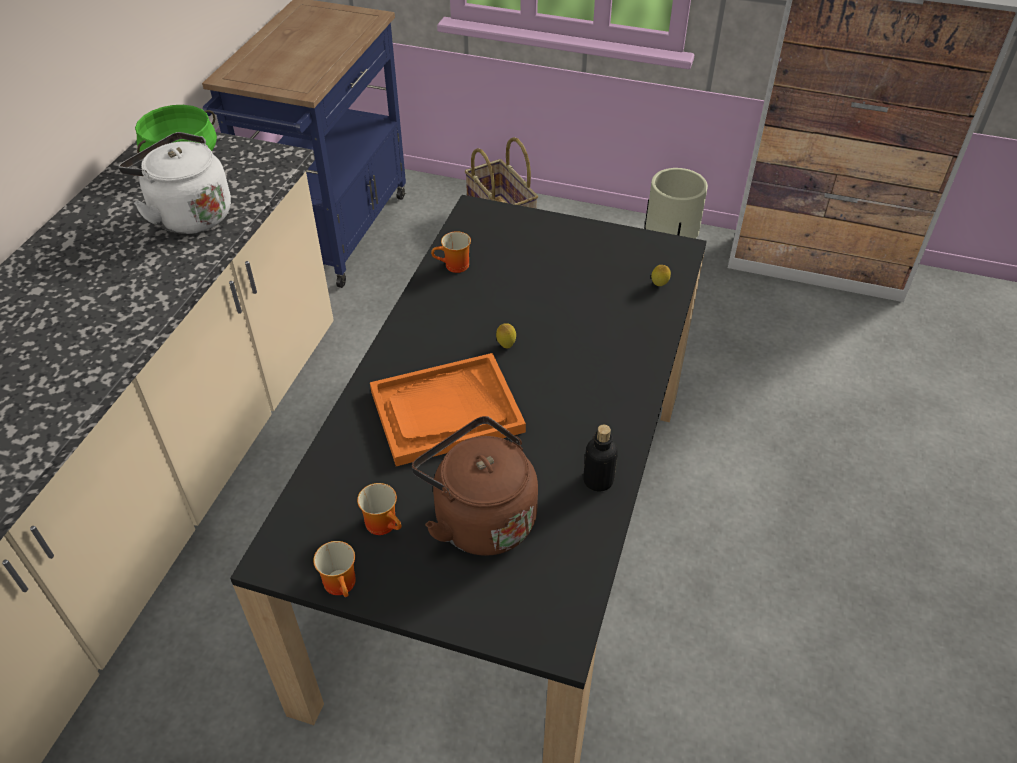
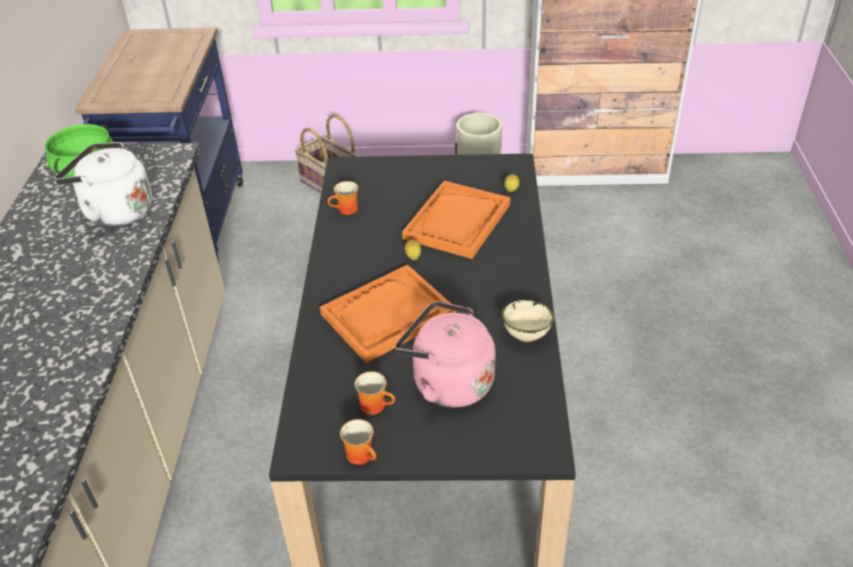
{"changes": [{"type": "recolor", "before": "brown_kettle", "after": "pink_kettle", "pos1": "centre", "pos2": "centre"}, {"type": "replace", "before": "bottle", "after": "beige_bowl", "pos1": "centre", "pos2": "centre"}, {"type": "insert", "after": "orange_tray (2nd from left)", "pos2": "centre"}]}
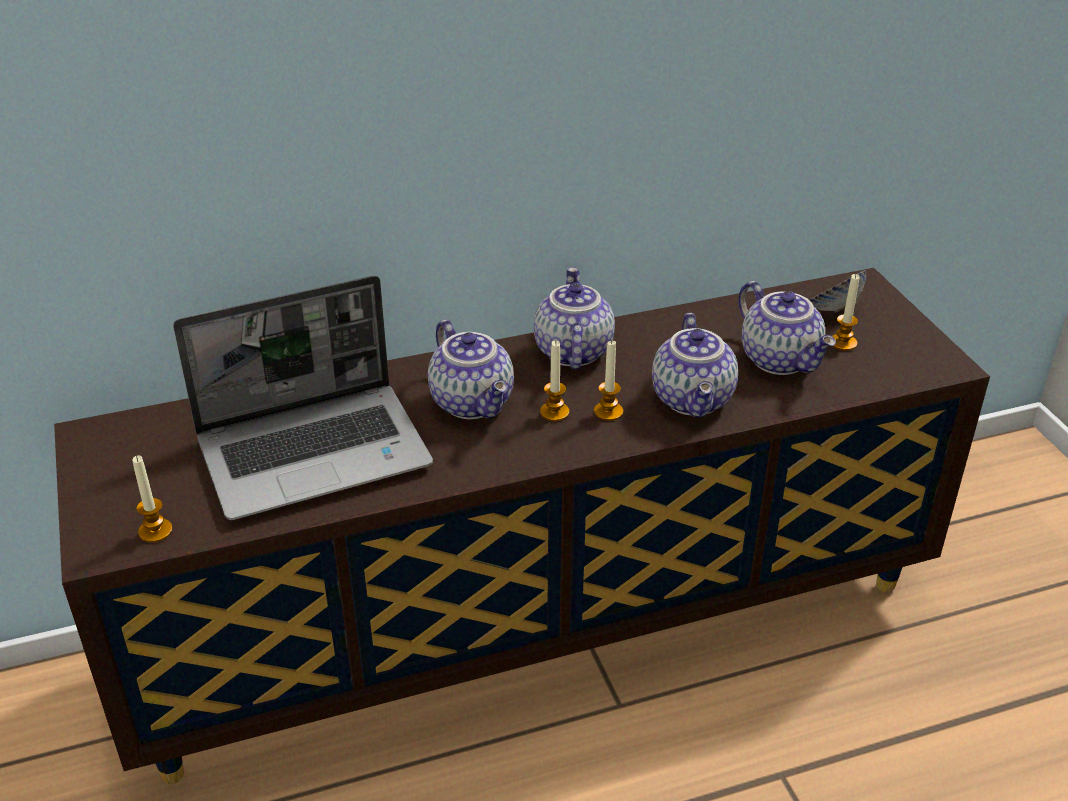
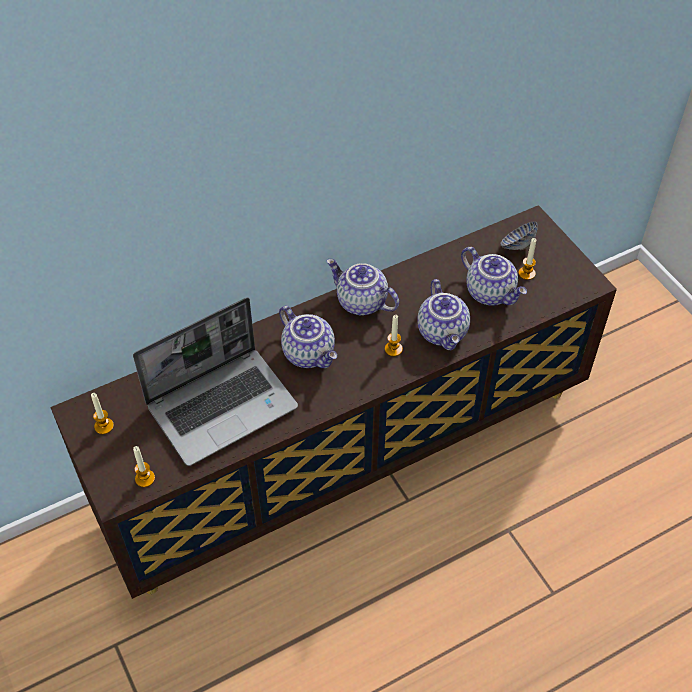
{"changes": [{"type": "rotate", "before": "teapot (2nd from left)", "pos1": "centre", "pos2": "centre", "turn": -45}, {"type": "move", "before": "candle (2nd from left in the first image)", "after": "candle (1st from left)", "pos1": "centre", "pos2": "middle left"}]}
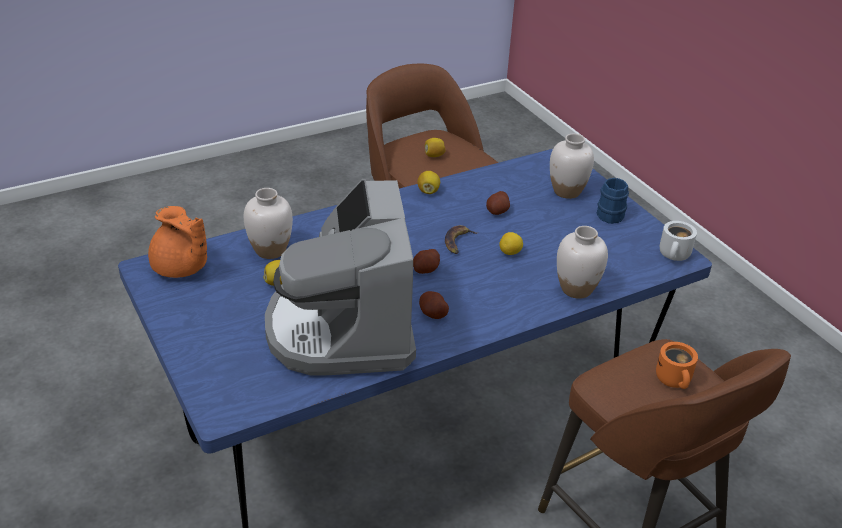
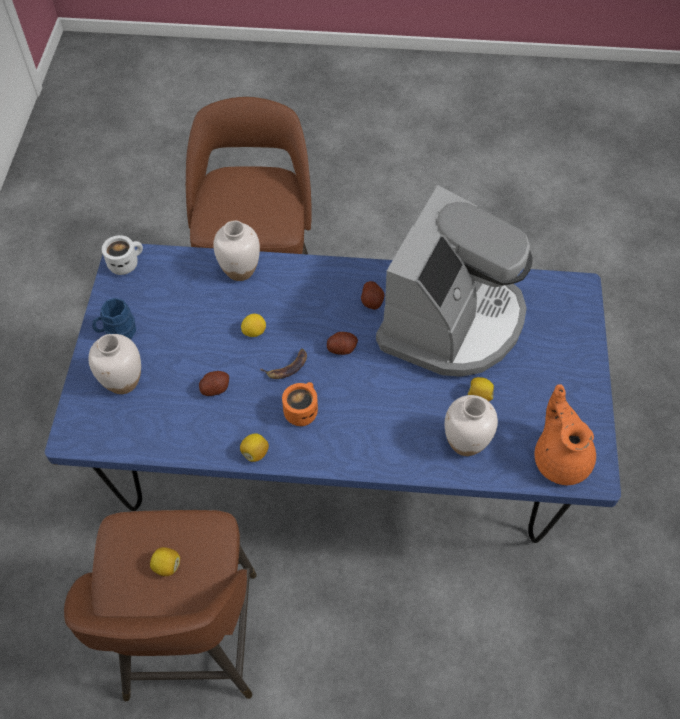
{"changes": [{"type": "move", "before": "orange_mug", "pos1": "bottom right", "pos2": "centre"}]}
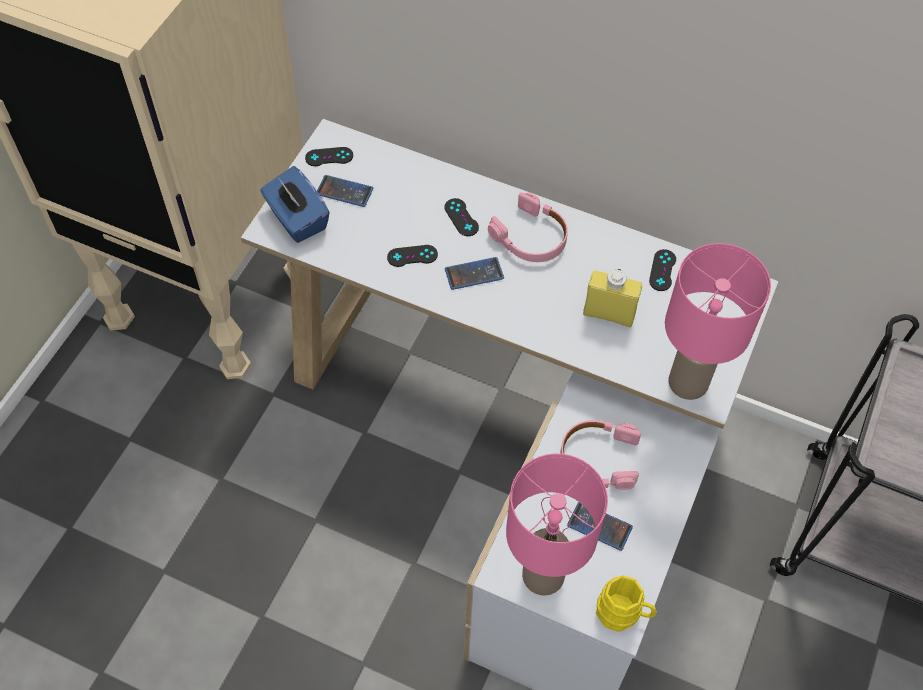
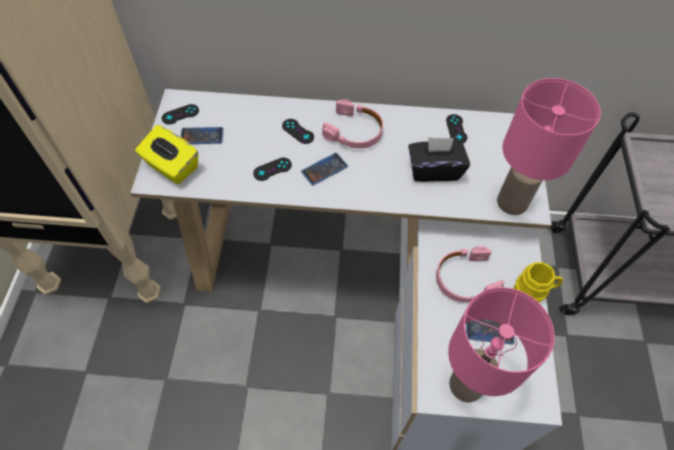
{"changes": [{"type": "recolor", "before": "blue_tissue_box", "after": "yellow_tissue_box", "pos1": "top left", "pos2": "middle left"}, {"type": "replace", "before": "yellow_bottle", "after": "black_tissue_box", "pos1": "centre", "pos2": "centre"}, {"type": "move", "before": "yellow_mug", "pos1": "bottom right", "pos2": "middle right"}]}
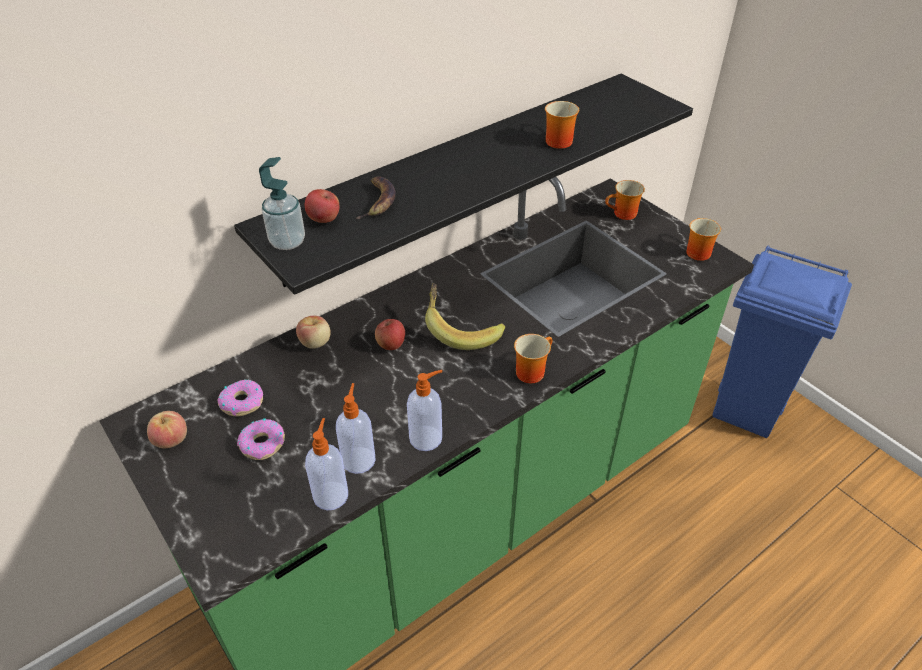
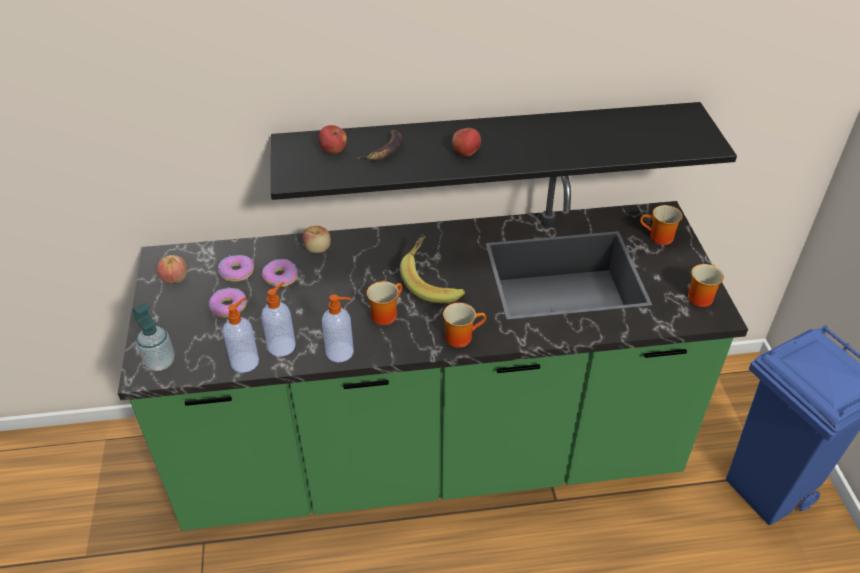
{"changes": [{"type": "move", "before": "soap_dispenser (1st from left)", "pos1": "top left", "pos2": "middle left"}, {"type": "move", "before": "apple (4th from left)", "pos1": "centre", "pos2": "top centre"}, {"type": "move", "before": "mug (2nd from left in the first image)", "after": "mug (1st from left)", "pos1": "top centre", "pos2": "centre"}, {"type": "insert", "after": "donut (3rd from left)", "pos2": "middle left"}]}
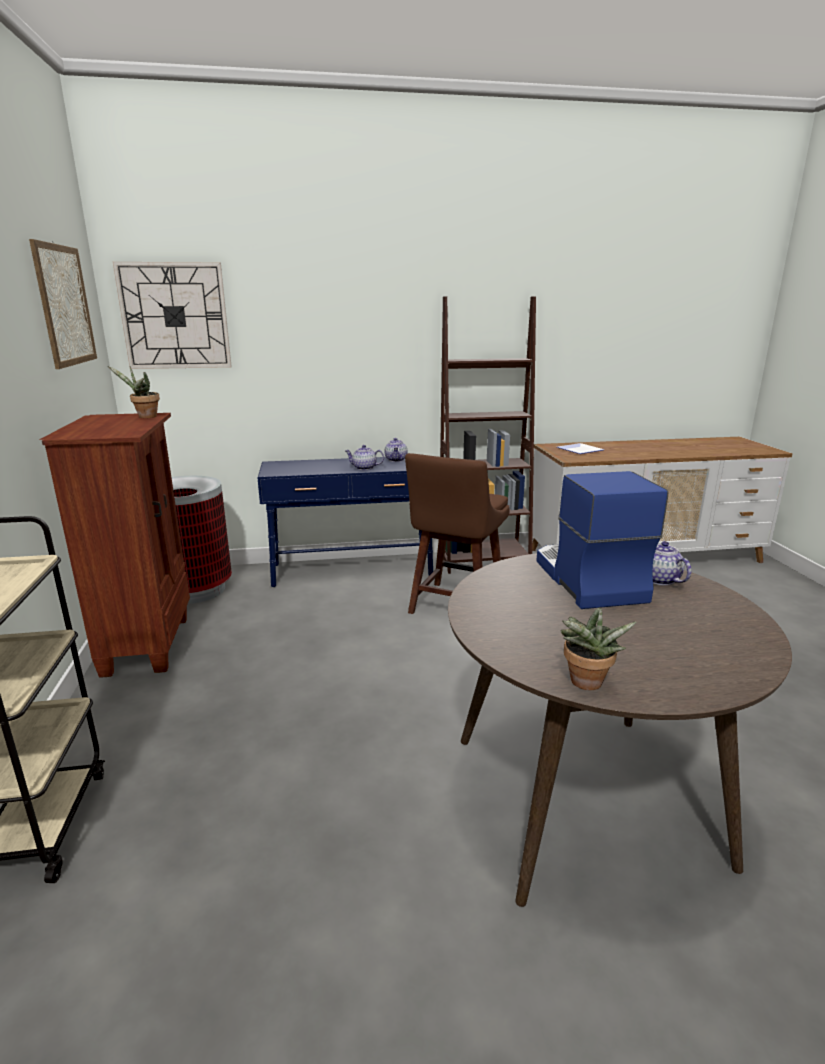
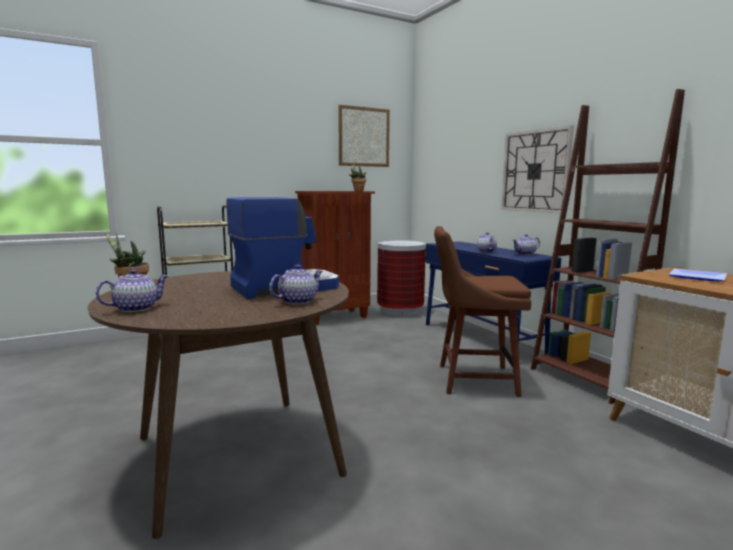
{"changes": [{"type": "move", "before": "wall_clock", "pos1": "top left", "pos2": "top right"}, {"type": "insert", "after": "teapot (1st from left)", "pos2": "middle left"}]}
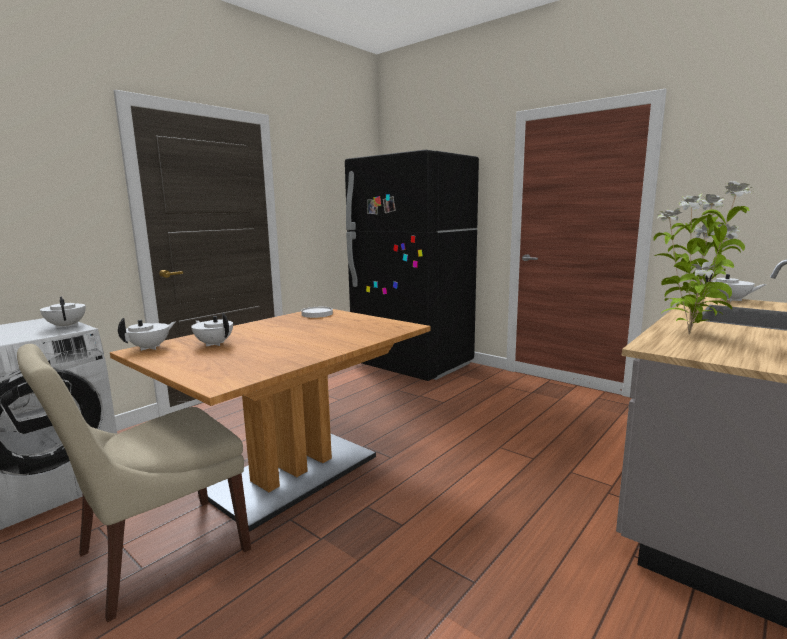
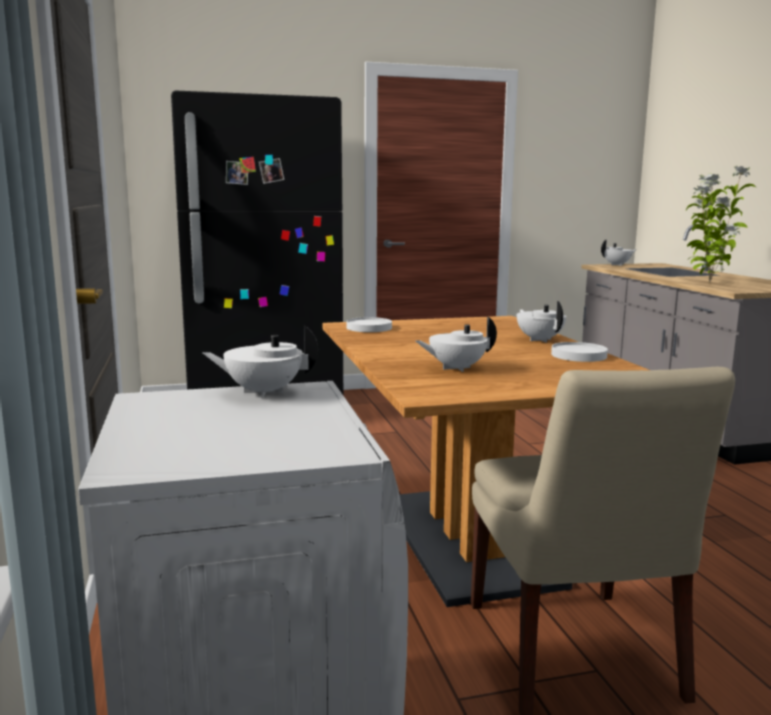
{"changes": [{"type": "move", "before": "white_teapot (2nd from left in the first image)", "after": "white_teapot (3rd from left)", "pos1": "middle left", "pos2": "middle right"}, {"type": "insert", "after": "white_plate (2nd from left)", "pos2": "middle right"}]}
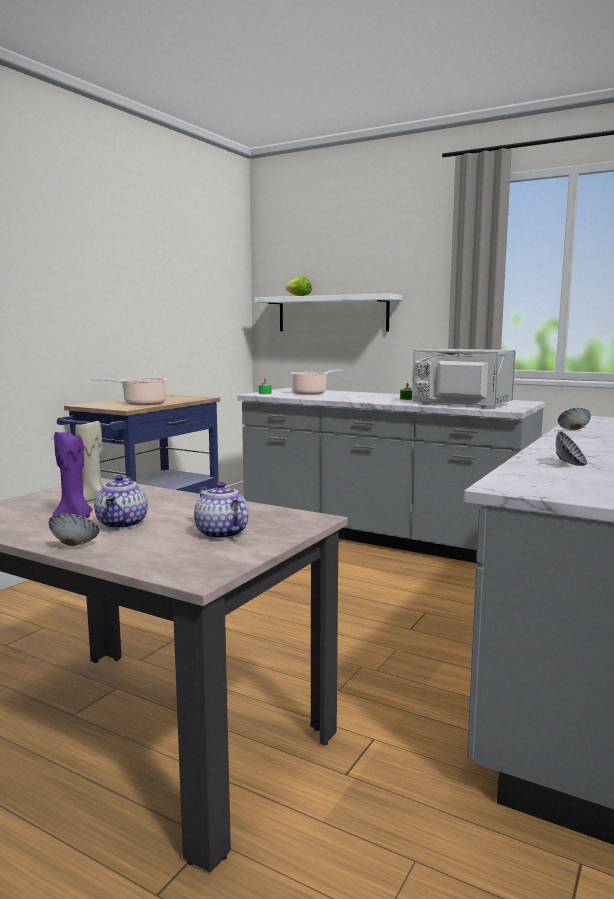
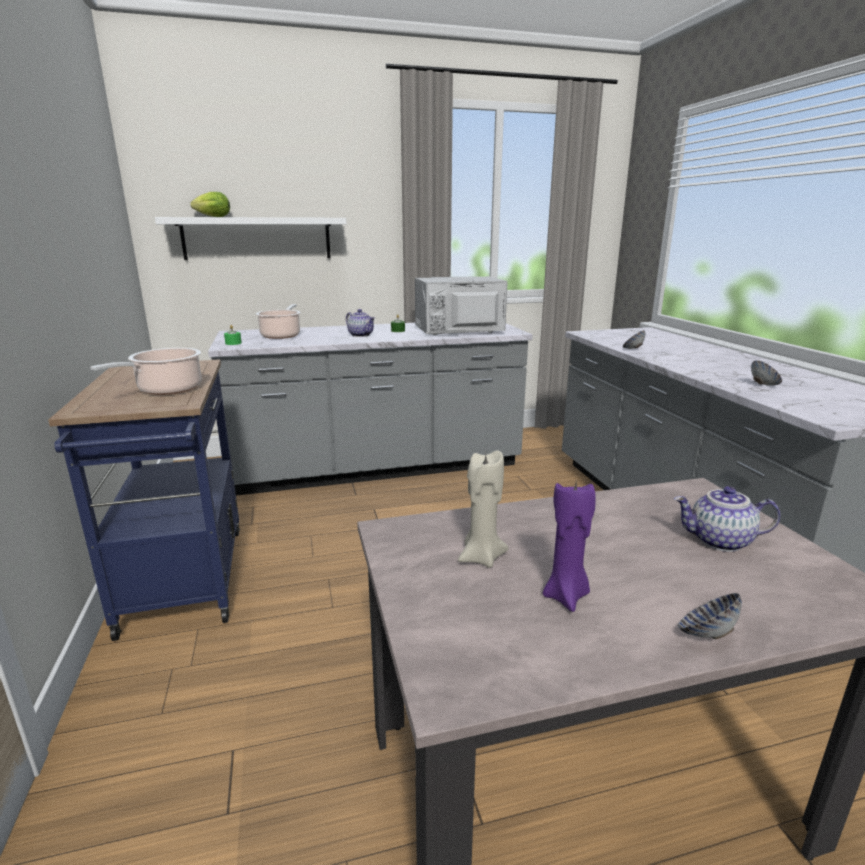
{"changes": [{"type": "move", "before": "teapot (1st from left)", "pos1": "middle left", "pos2": "centre"}]}
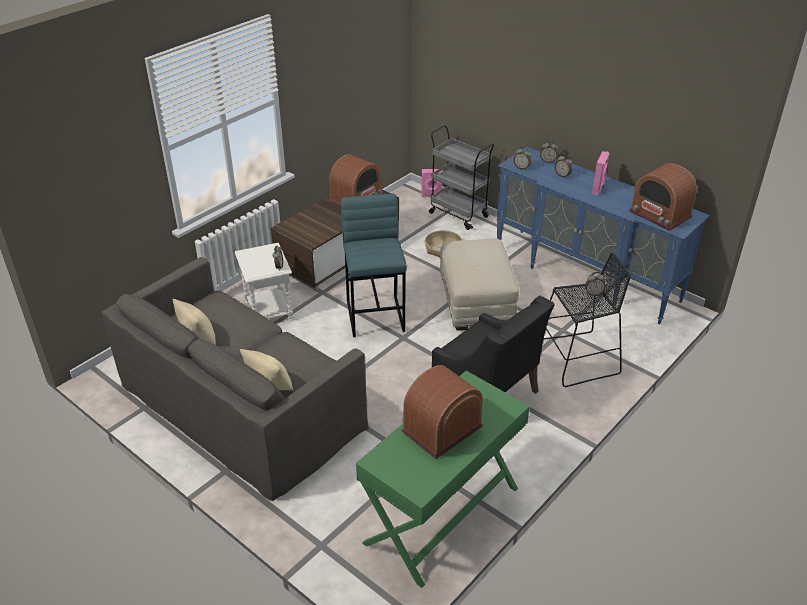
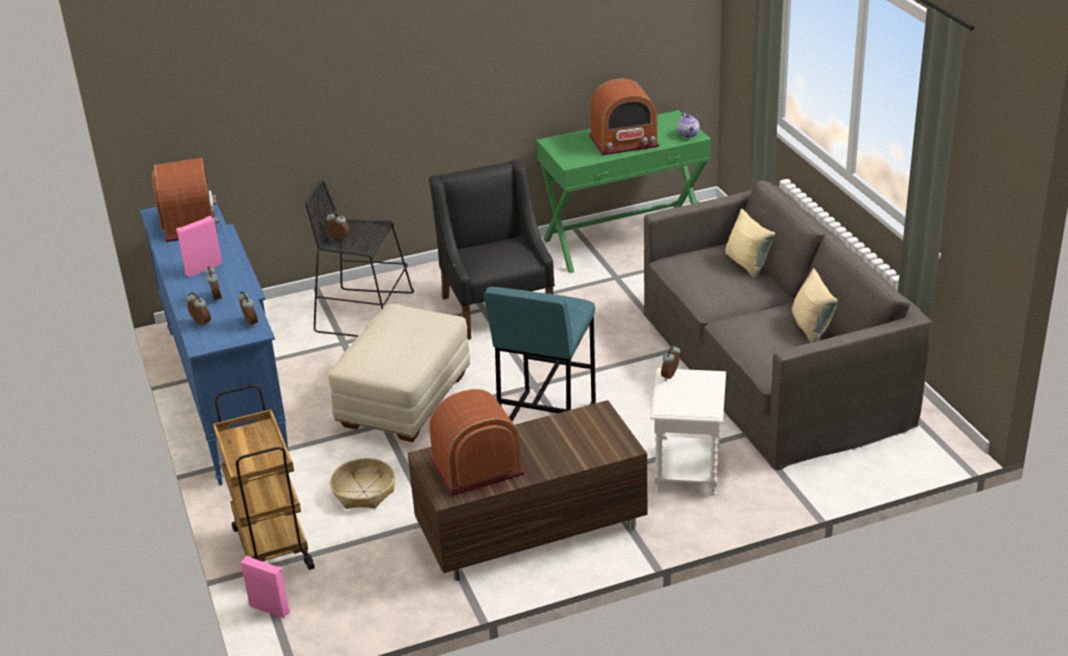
{"changes": [{"type": "recolor", "before": "grey_cart", "after": "brown_cart", "pos1": "top centre", "pos2": "bottom left"}, {"type": "insert", "after": "teapot", "pos2": "top centre"}]}
